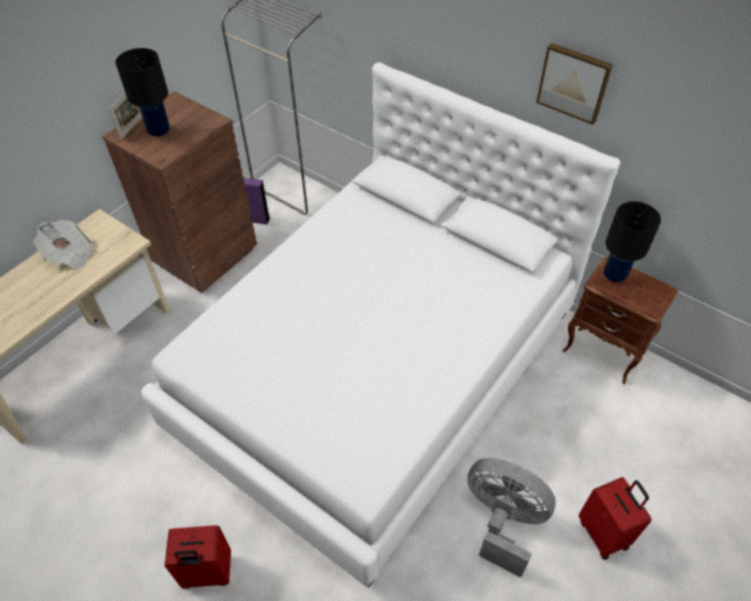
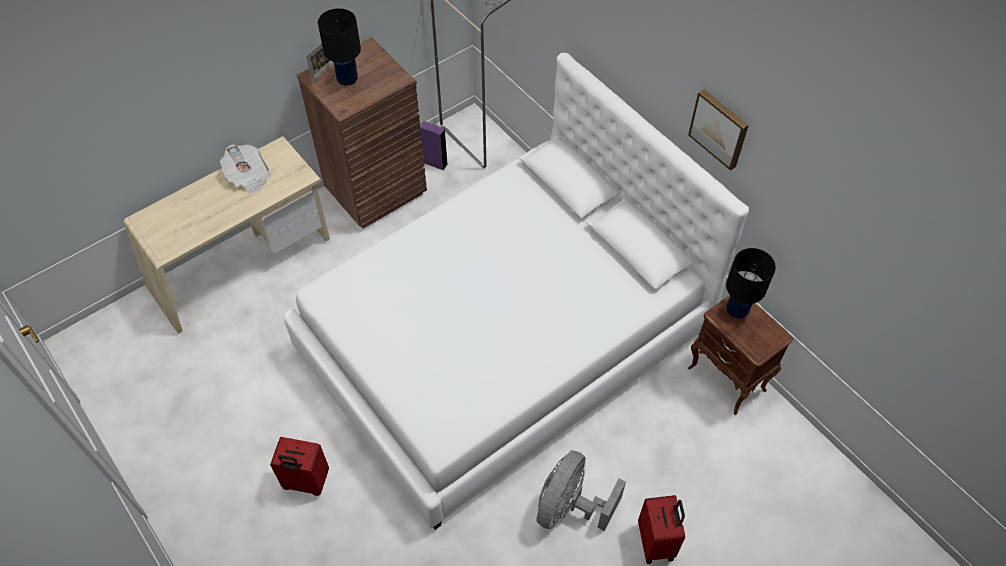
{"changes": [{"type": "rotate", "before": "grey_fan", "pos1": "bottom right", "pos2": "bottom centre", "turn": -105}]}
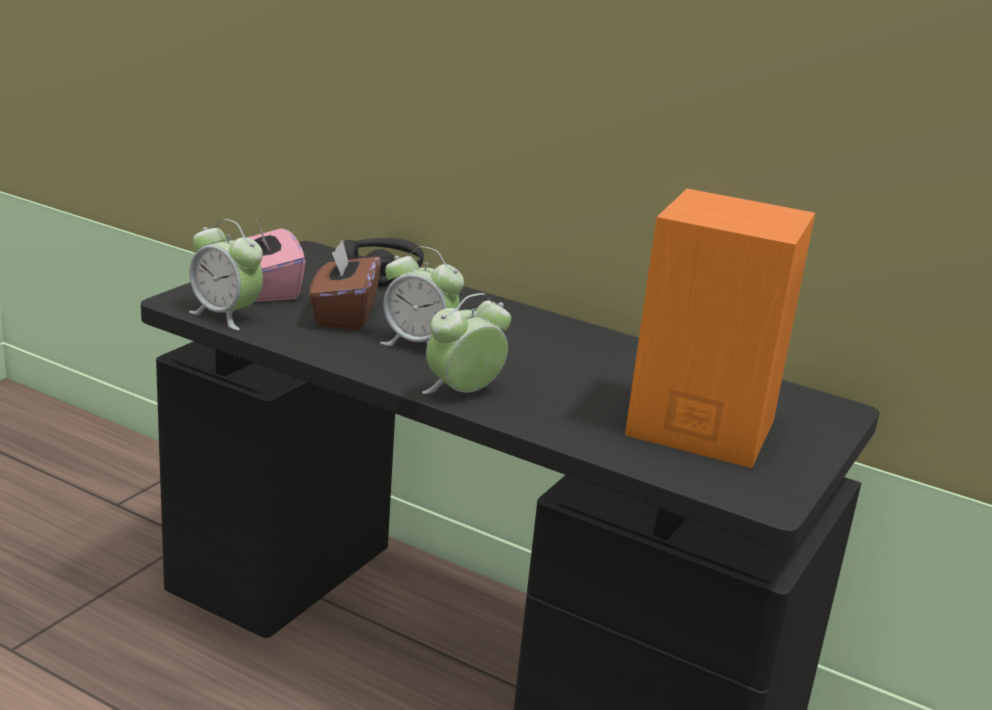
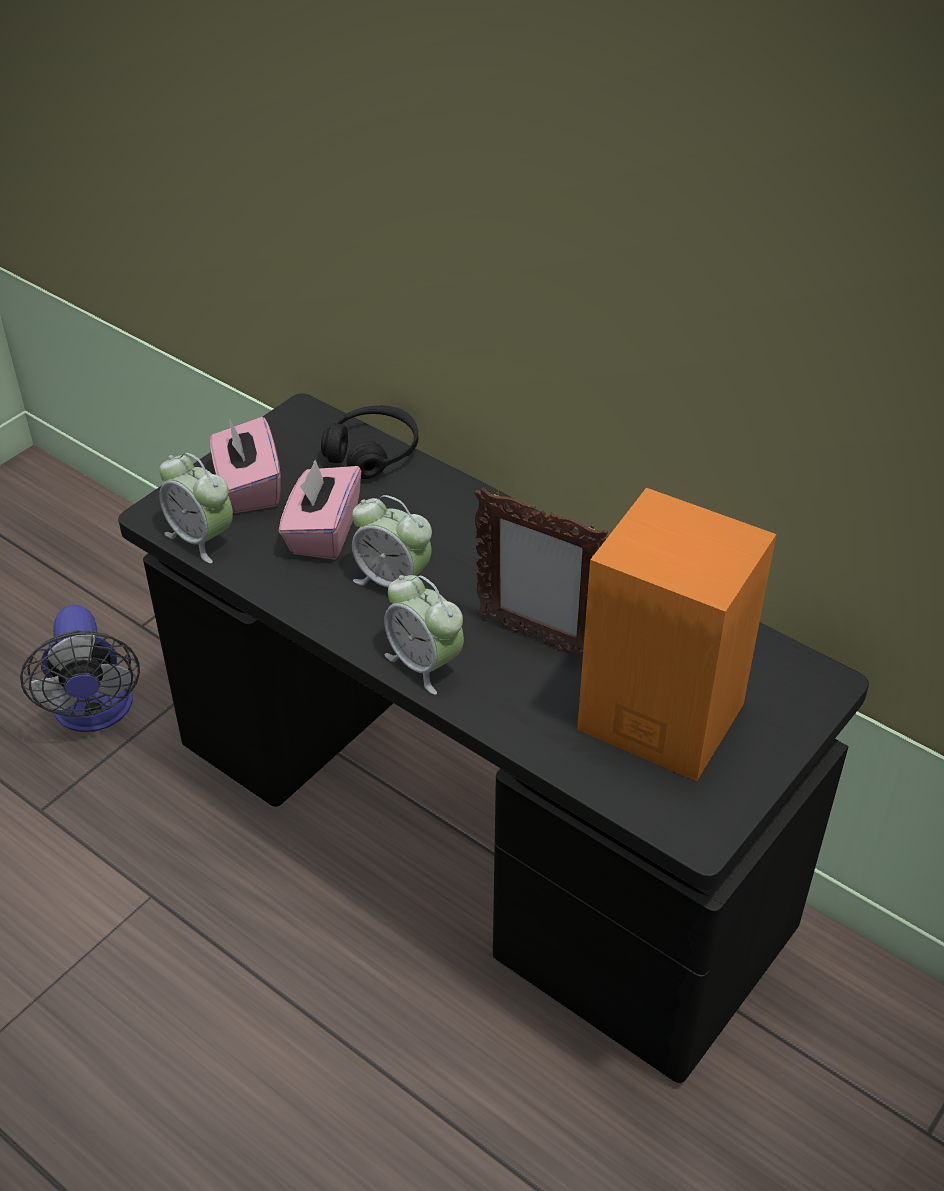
{"changes": [{"type": "recolor", "before": "brown_tissue_box", "after": "pink_tissue_box (2nd from left)", "pos1": "centre", "pos2": "centre"}, {"type": "rotate", "before": "alarm_clock (3rd from left)", "pos1": "centre", "pos2": "centre", "turn": -105}, {"type": "insert", "after": "fan", "pos2": "middle left"}, {"type": "insert", "after": "picture_frame", "pos2": "centre"}]}
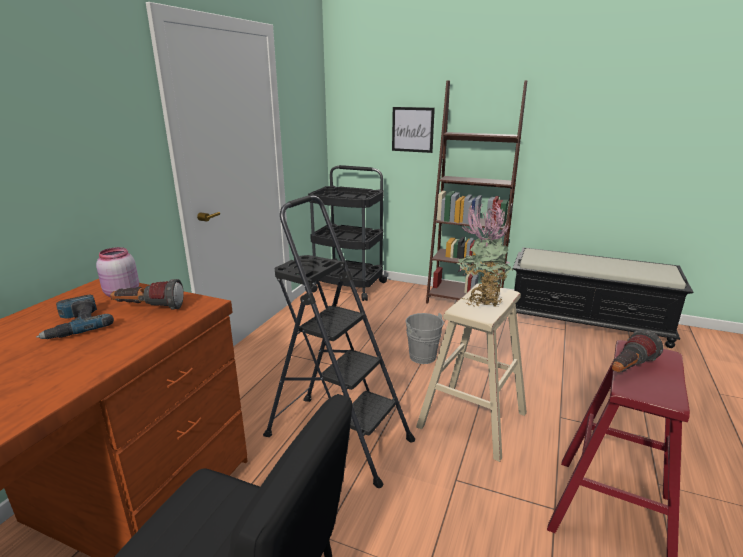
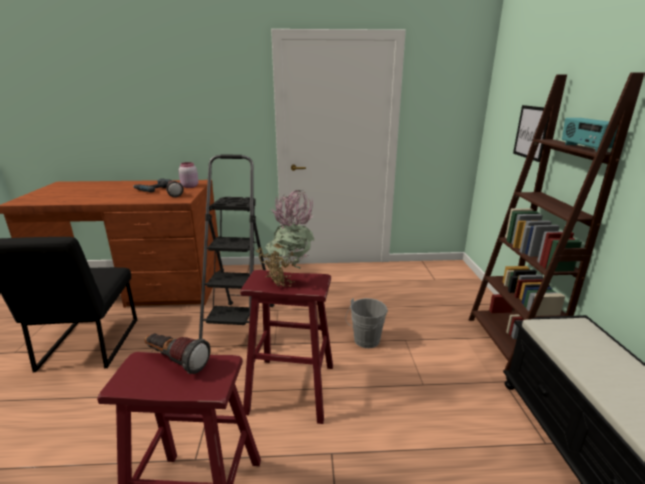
{"changes": [{"type": "delete", "before": "black_cart", "pos1": "centre"}, {"type": "recolor", "before": "beige_stool", "after": "red_stool (2nd from left)", "pos1": "bottom centre", "pos2": "bottom centre"}, {"type": "insert", "after": "radio", "pos2": "top right"}]}
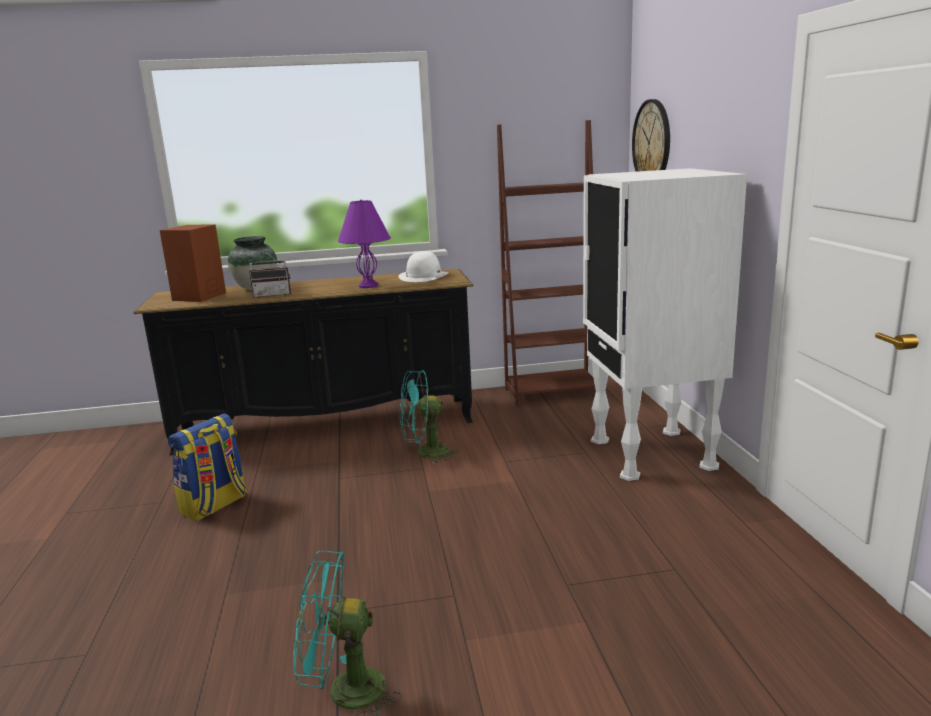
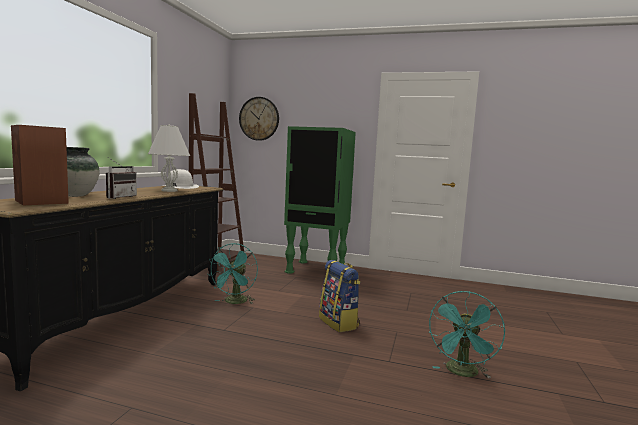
{"changes": [{"type": "move", "before": "backpack", "pos1": "middle left", "pos2": "bottom centre"}, {"type": "recolor", "before": "purple_table_lamp", "after": "white_table_lamp", "pos1": "centre", "pos2": "middle left"}, {"type": "recolor", "before": "white_cabinet", "after": "green_cabinet", "pos1": "middle right", "pos2": "centre"}]}
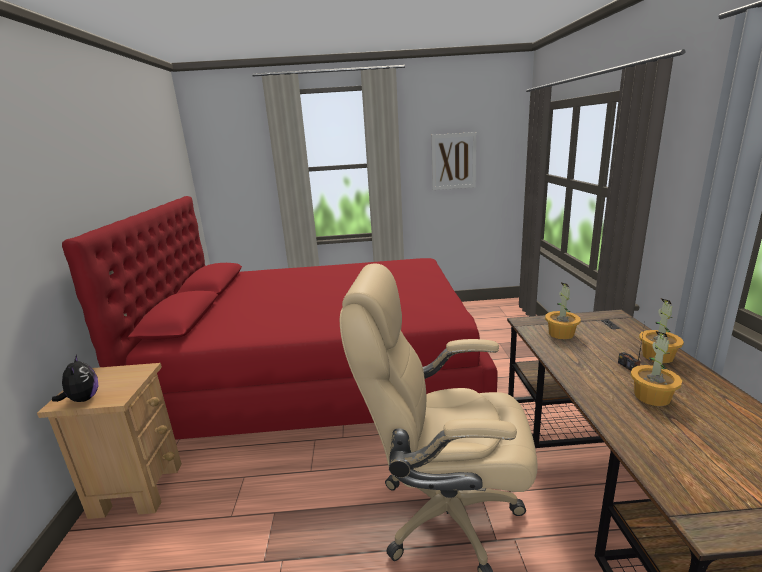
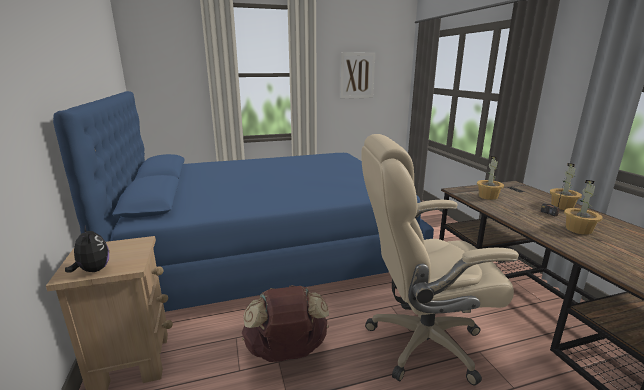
{"changes": [{"type": "recolor", "before": "red_bed", "after": "blue_bed", "pos1": "centre", "pos2": "centre"}, {"type": "insert", "after": "brown_backpack", "pos2": "bottom centre"}]}
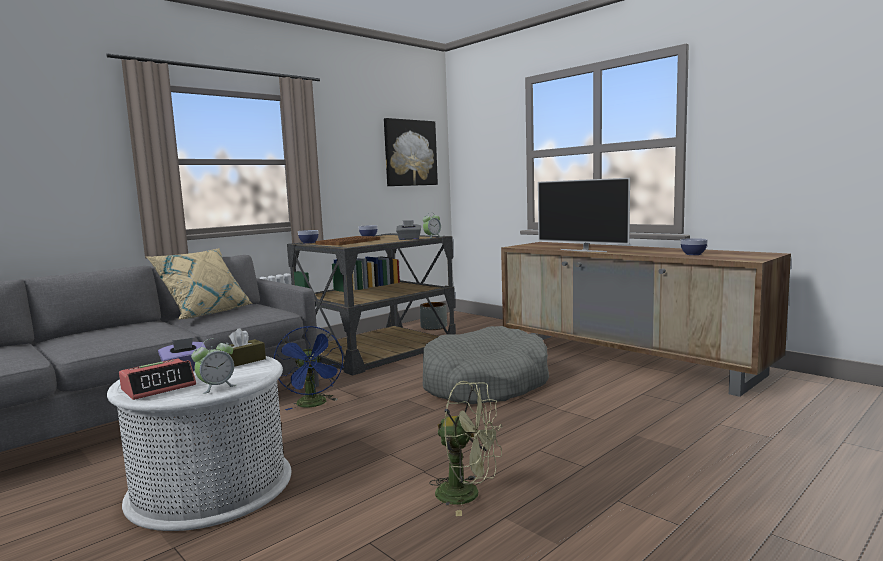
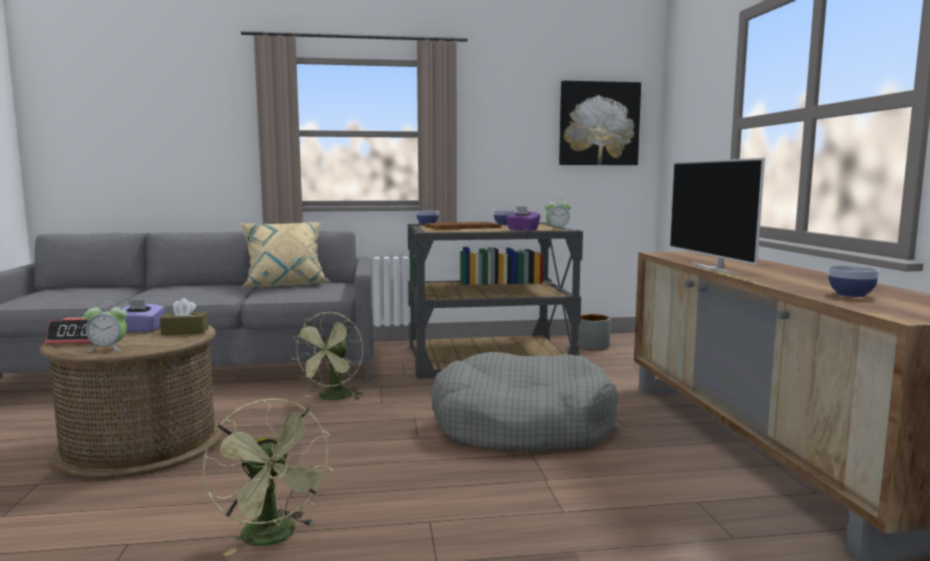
{"changes": [{"type": "recolor", "before": "white_coffee_table", "after": "brown_coffee_table", "pos1": "bottom left", "pos2": "bottom left"}, {"type": "recolor", "before": "blue_fan", "after": "green_fan (2nd from left)", "pos1": "centre", "pos2": "centre"}, {"type": "recolor", "before": "grey_tissue_box", "after": "purple_tissue_box (2nd from left)", "pos1": "centre", "pos2": "centre"}]}
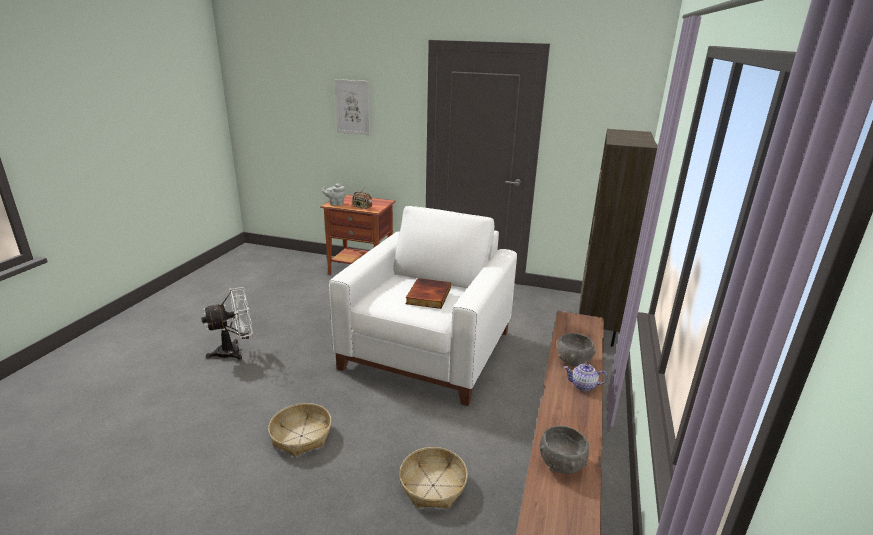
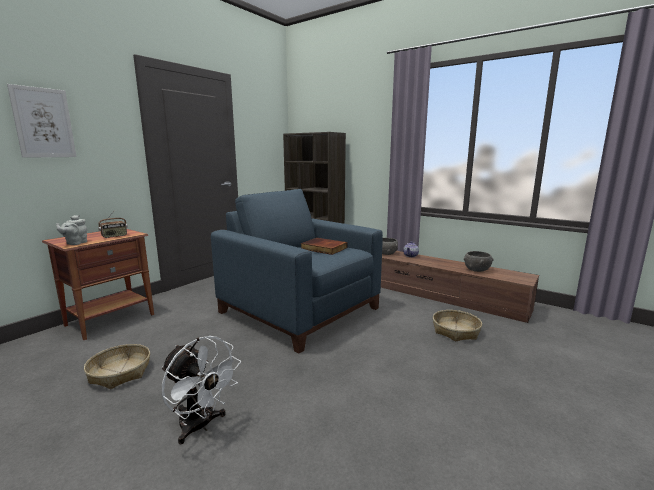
{"changes": [{"type": "rotate", "before": "white_fan", "pos1": "middle left", "pos2": "bottom left", "turn": 135}, {"type": "move", "before": "basket (1st from left)", "pos1": "bottom centre", "pos2": "bottom left"}, {"type": "recolor", "before": "white_armchair", "after": "blue_armchair", "pos1": "centre", "pos2": "centre"}]}
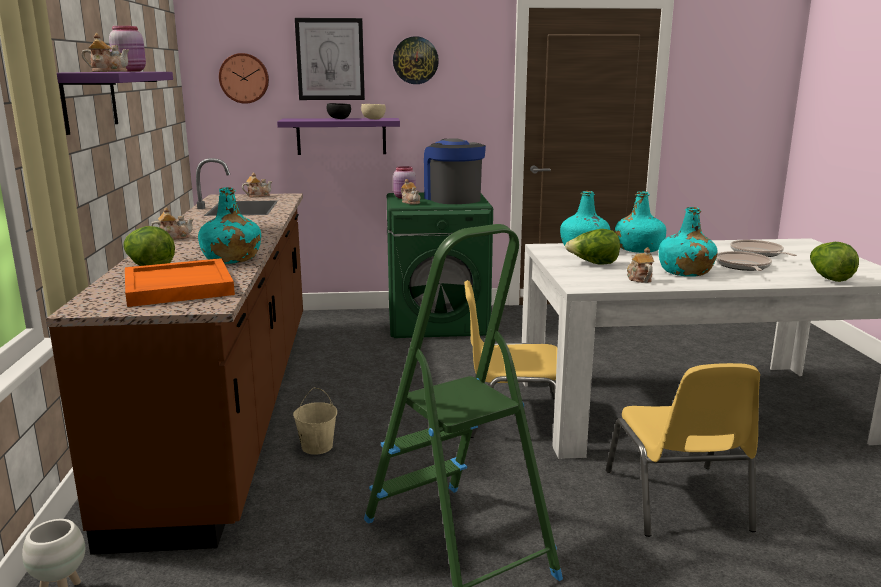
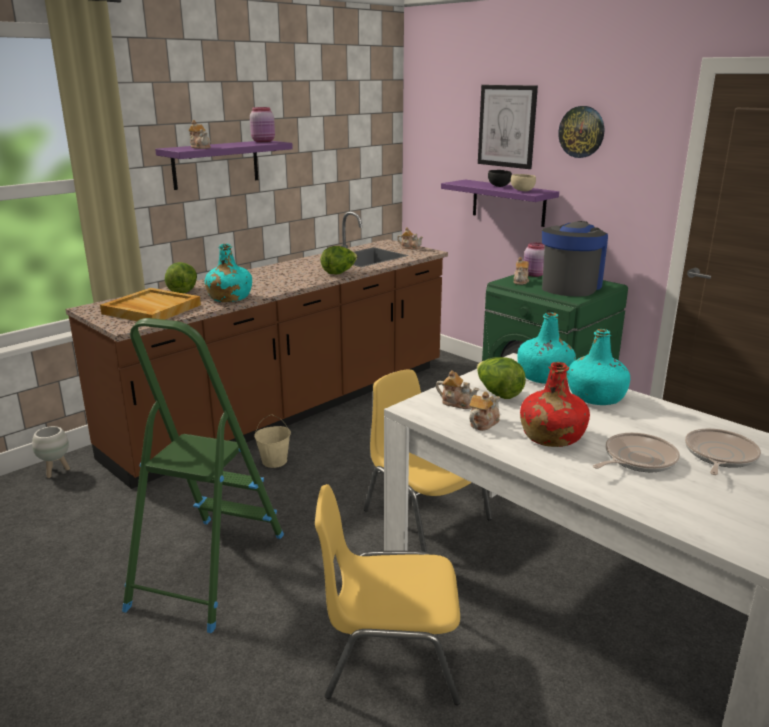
{"changes": [{"type": "recolor", "before": "orange_tray", "after": "beige_tray", "pos1": "middle left", "pos2": "middle left"}, {"type": "move", "before": "teapot (2nd from left in the first image)", "after": "teapot (3rd from left)", "pos1": "middle left", "pos2": "centre"}, {"type": "delete", "before": "wall_clock (1st from left)", "pos1": "top left"}, {"type": "rotate", "before": "yellow_chair (2nd from left in the first image)", "pos1": "bottom right", "pos2": "bottom centre", "turn": 45}, {"type": "recolor", "before": "turquoise_bottle (4th from left)", "after": "red_bottle", "pos1": "middle right", "pos2": "middle right"}, {"type": "move", "before": "lettuce (3rd from left in the first image)", "after": "lettuce (2nd from left)", "pos1": "middle right", "pos2": "centre"}]}
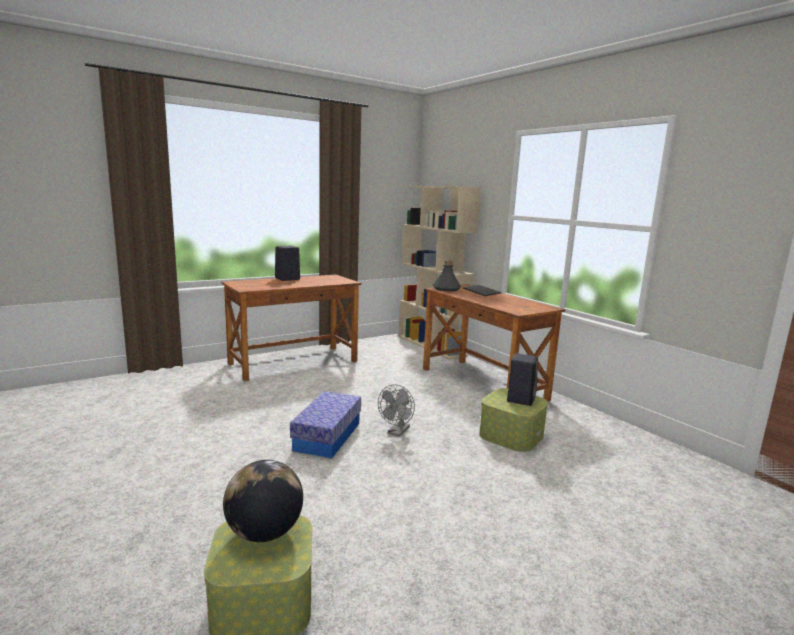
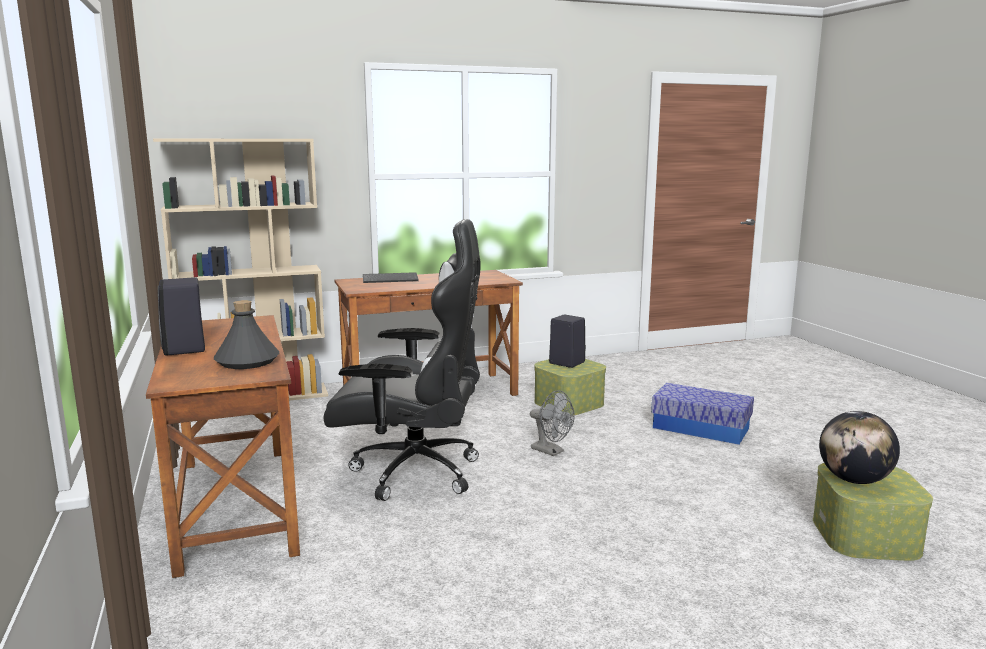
{"changes": [{"type": "move", "before": "storage_box (2nd from left)", "pos1": "bottom centre", "pos2": "middle right"}, {"type": "move", "before": "grey_bottle", "pos1": "centre", "pos2": "middle left"}, {"type": "insert", "after": "black_office_chair", "pos2": "centre"}]}
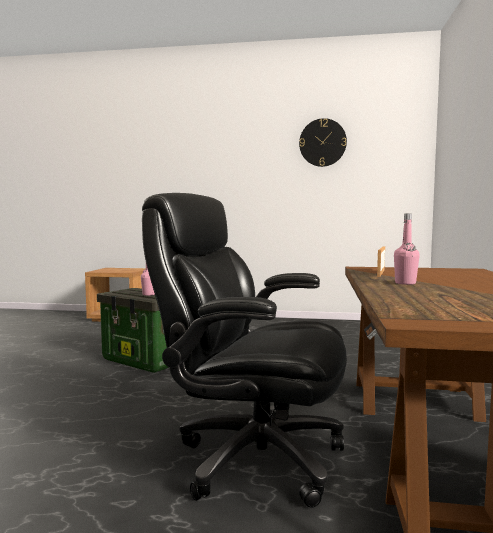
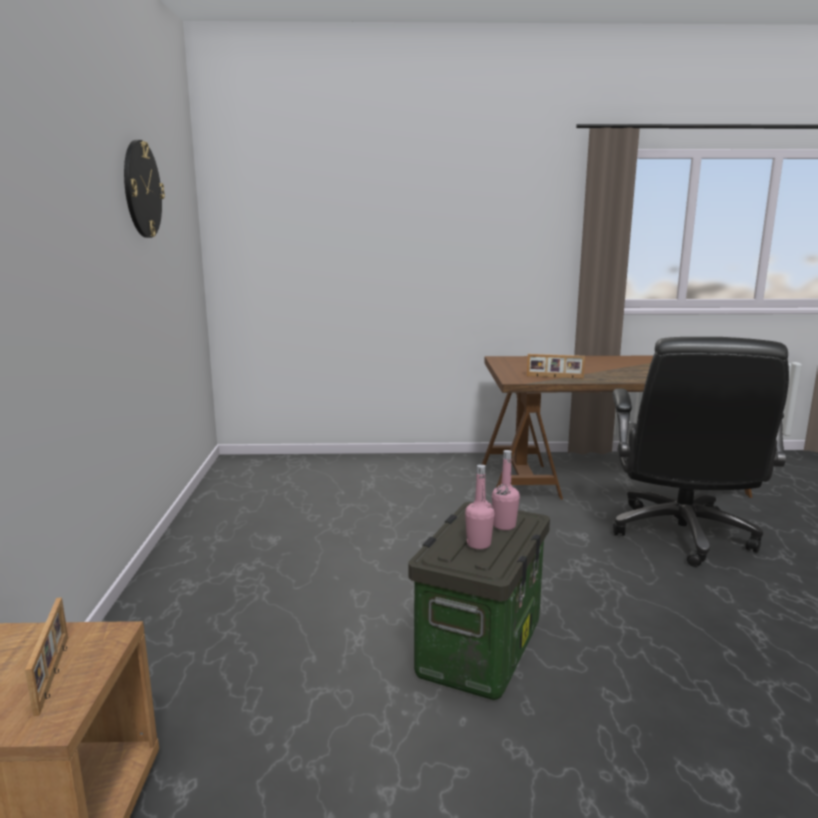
{"changes": [{"type": "move", "before": "pink_bottle (2nd from left in the first image)", "after": "pink_bottle (1st from left)", "pos1": "middle right", "pos2": "centre"}, {"type": "insert", "after": "picture_frame (1st from left)", "pos2": "bottom left"}]}
